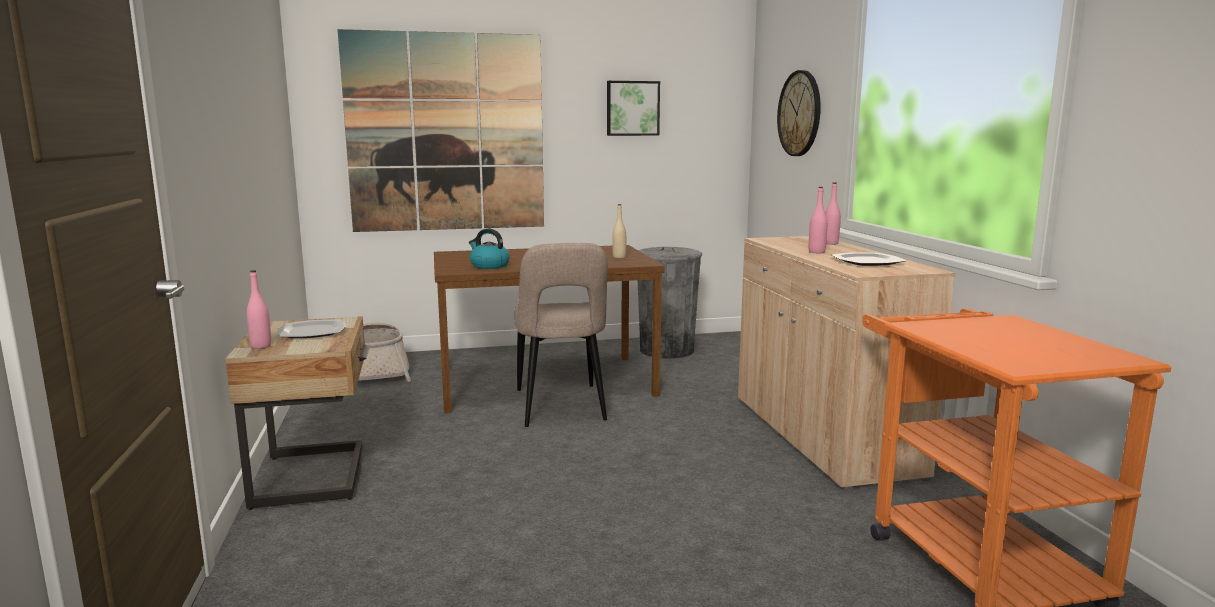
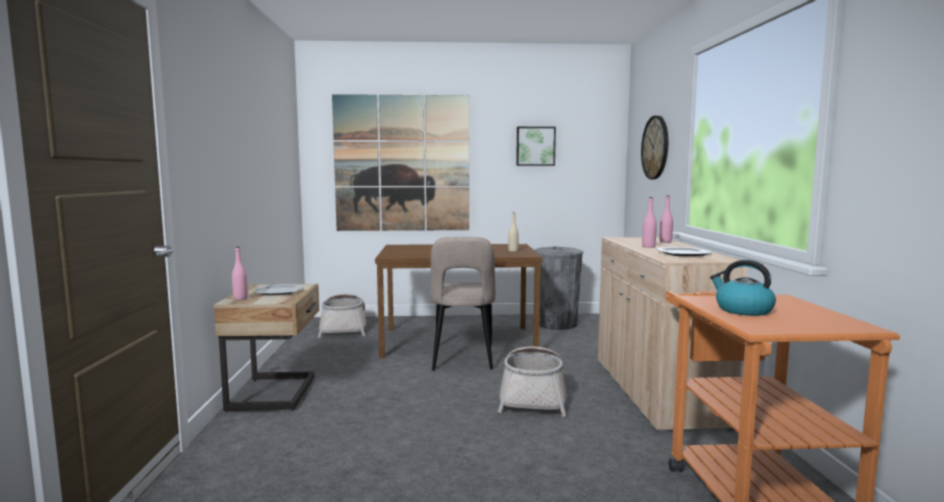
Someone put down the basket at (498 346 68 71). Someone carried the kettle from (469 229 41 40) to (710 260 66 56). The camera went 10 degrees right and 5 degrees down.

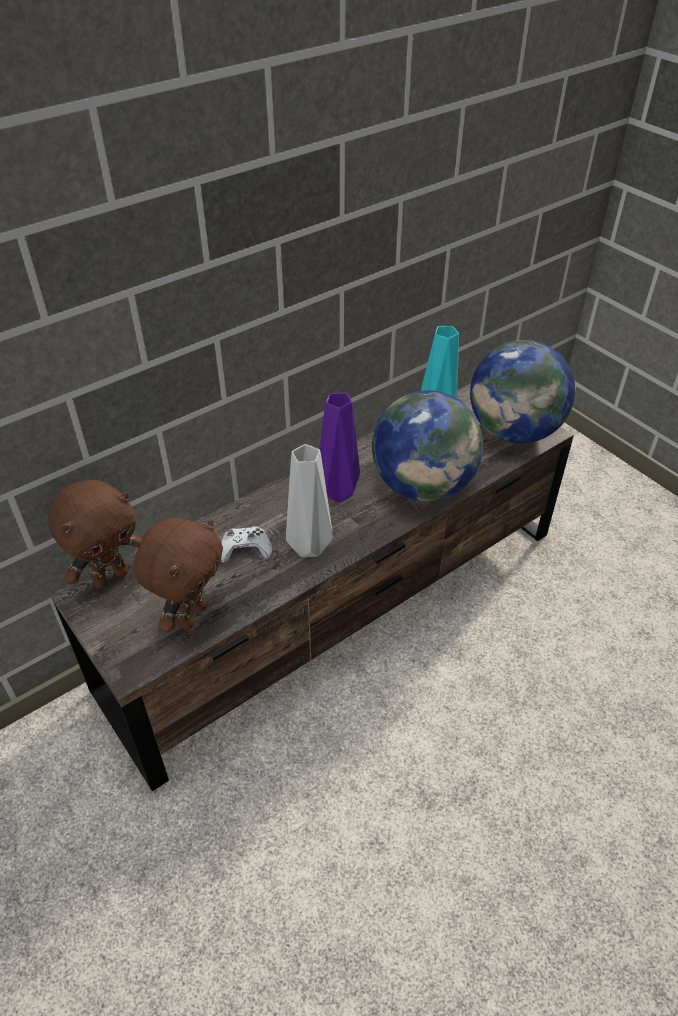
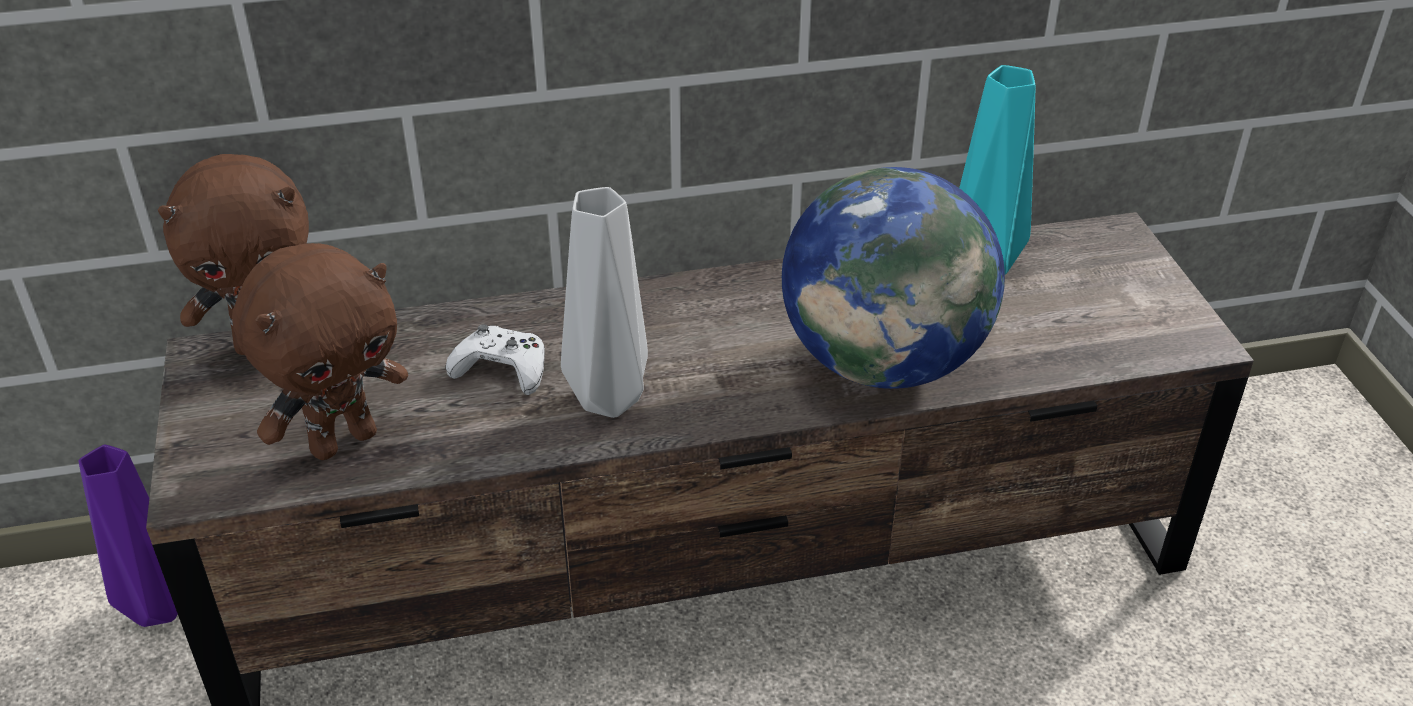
Someone carried the purple vase from (319 393 41 110) to (79 445 99 182). Someone took away the globe at (470 340 105 104). The camera went 25 degrees right and 5 degrees down.

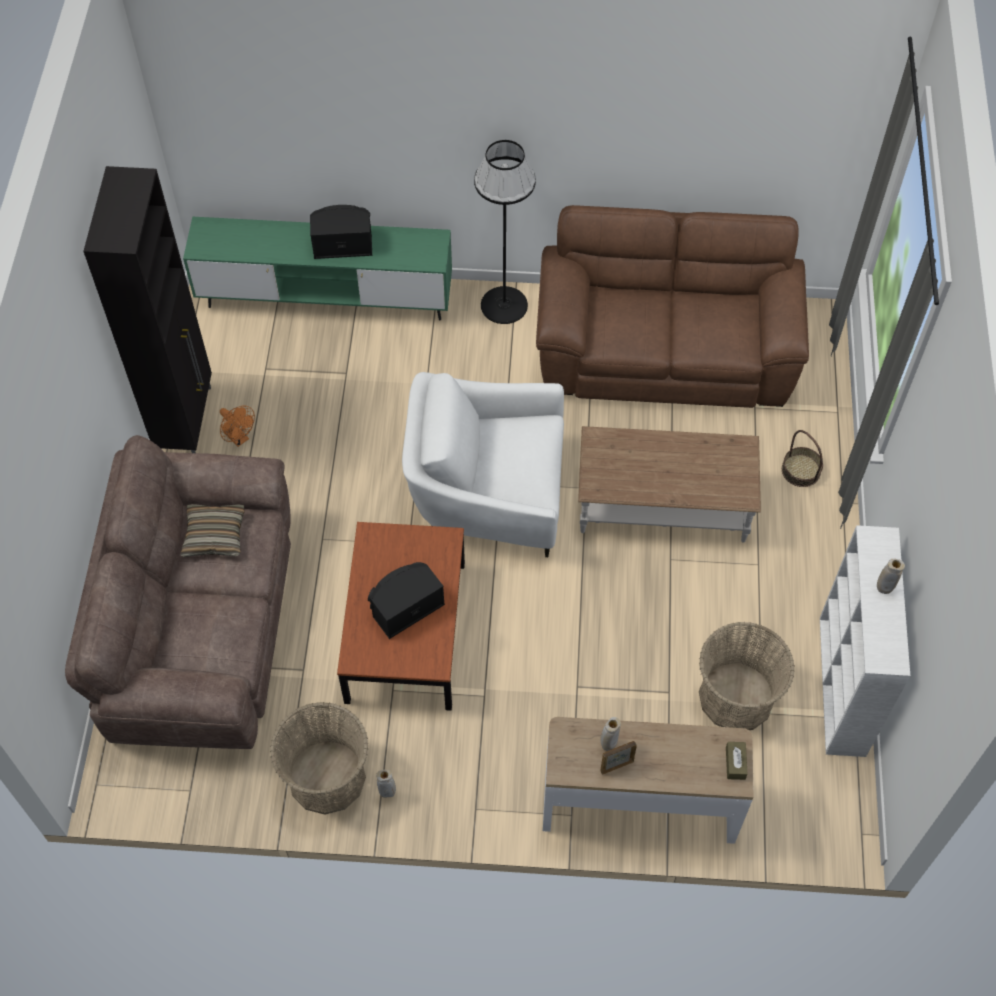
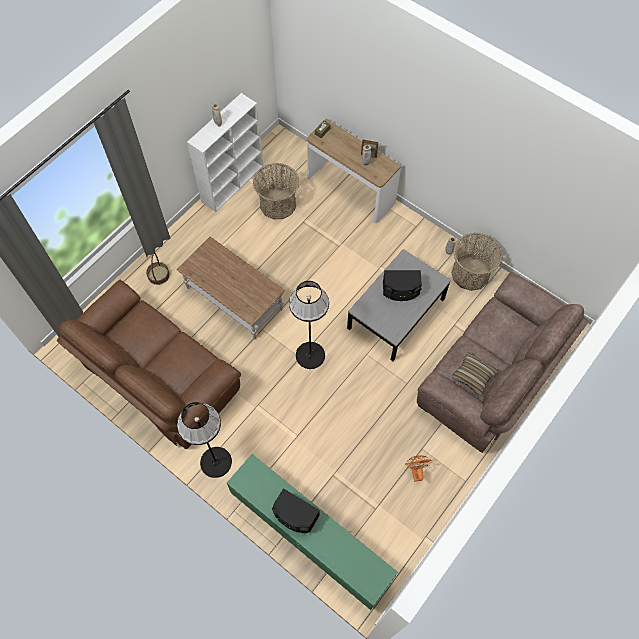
Someone swapped the white armchair at (402 372 162 185) for the black floor lamp at (289 281 40 88). Someone repainted the brown coffee table at (337 522 128 189), which became the grey coffee table at (347 249 104 112). Someone took away the black cabinet at (83 166 129 287). The camera went 145 degrees left and 5 degrees up.

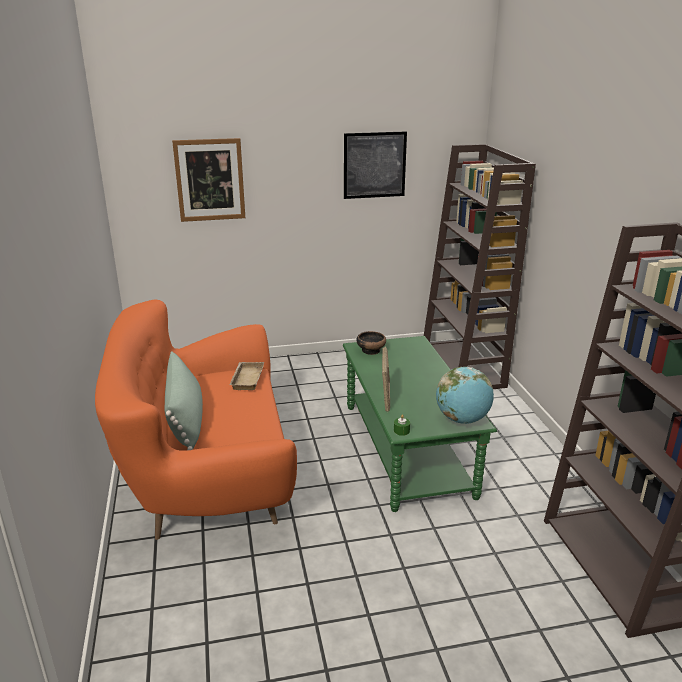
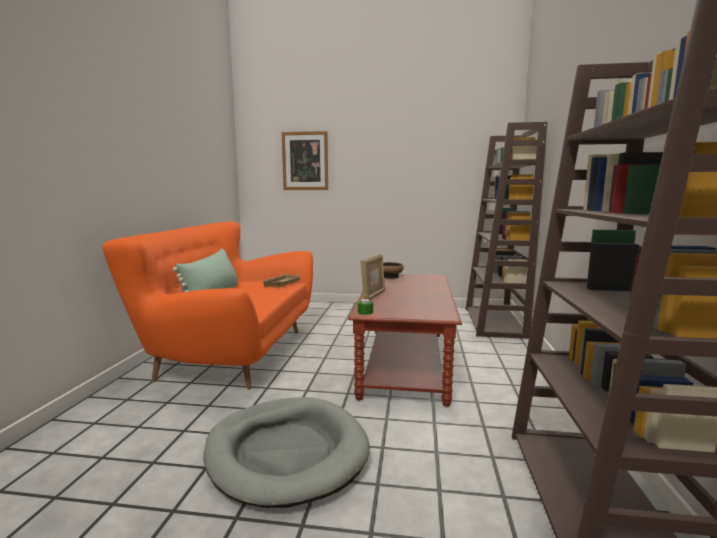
Someone put down the grey dog bed at (204 397 166 111). Someone repainted the green coffee table at (343 336 154 176), which became the brown coffee table at (348 274 114 133). Someone took away the picture at (344 131 63 68). Someone took away the globe at (436 367 58 57). The camera went 20 degrees right and 15 degrees down.

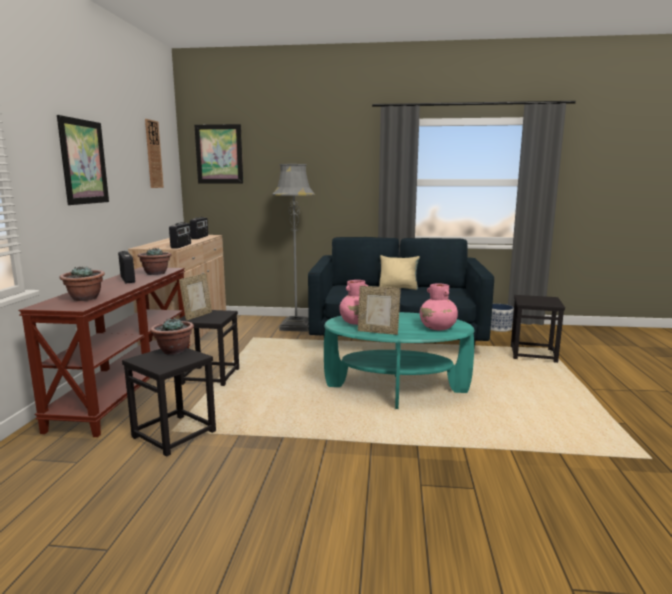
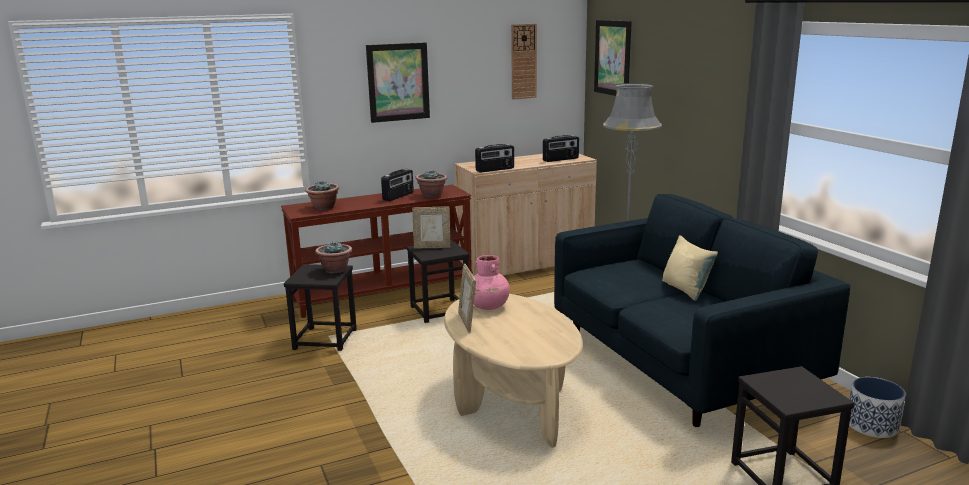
Someone repainted the turquoise coffee table at (324 312 151 97), which became the beige coffee table at (444 294 139 154). Someone took away the pink vase at (420 283 38 47). The camera went 60 degrees right and 5 degrees up.

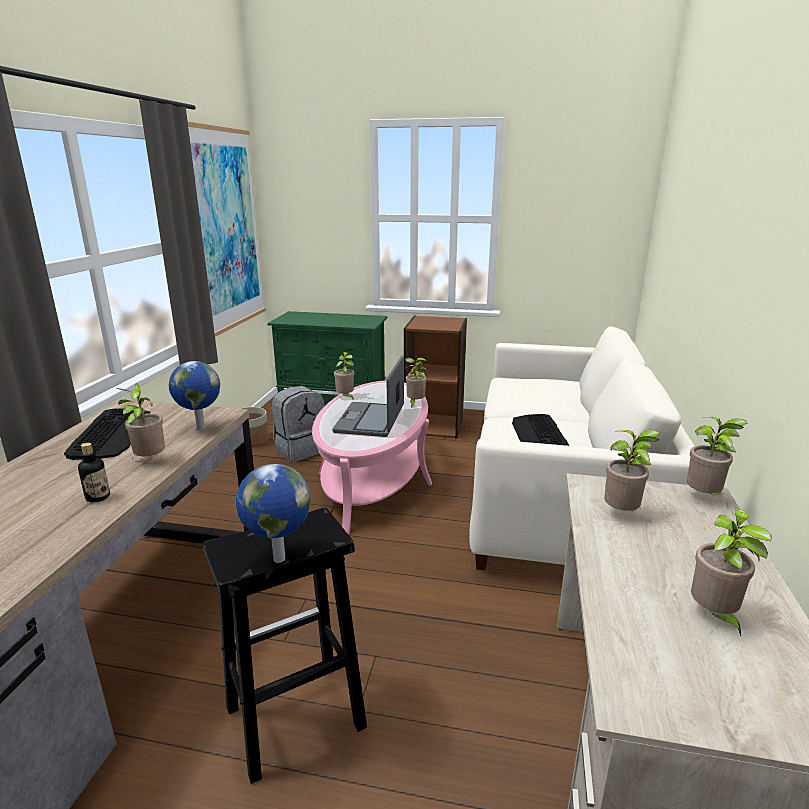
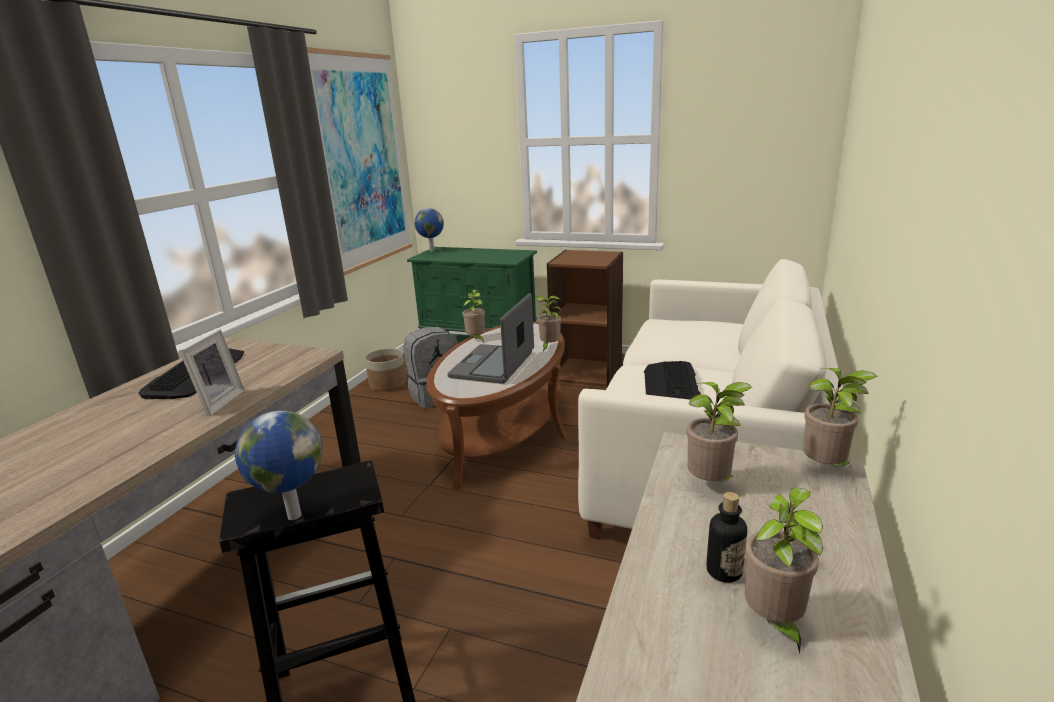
Someone swapped the potted plant at (117 383 48 74) for the picture frame at (179 329 66 87). Someone carried the globe from (169 361 51 69) to (414 208 30 44). Someone repainted the pink coffee table at (312 381 120 154), which became the brown coffee table at (426 322 141 168). Someone carried the bottle from (78 443 32 59) to (706 492 41 91). The camera went 10 degrees right and 0 degrees up.

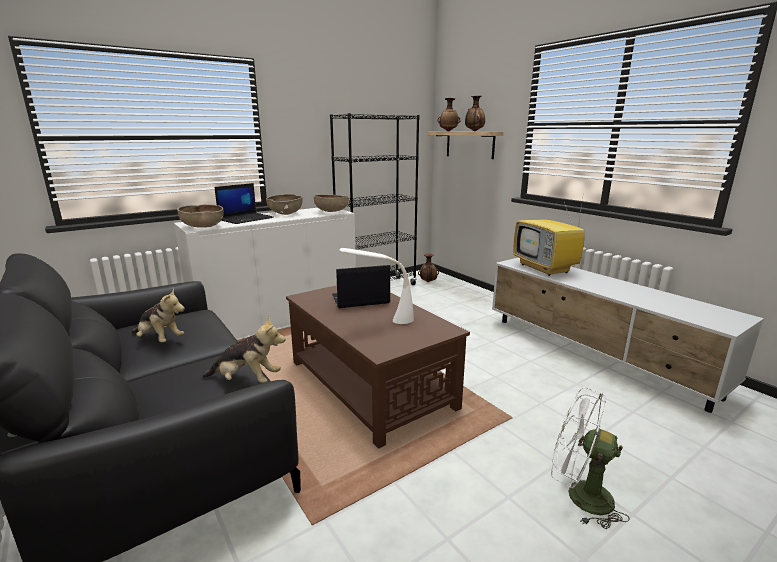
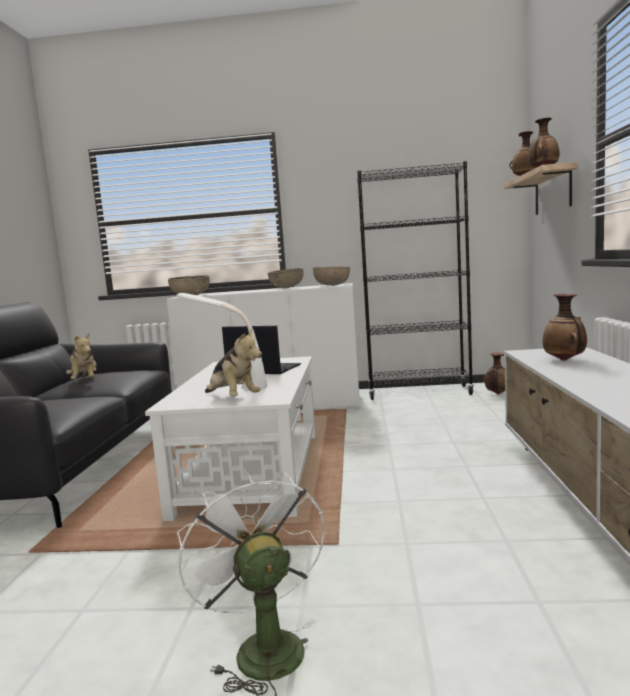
Someone repainted the brown coffee table at (286 285 184 164), which became the white coffee table at (145 356 171 165). Someone carried the plush toy from (203 316 82 67) to (205 328 57 68). Someone swapped the television at (513 192 72 84) for the vase at (542 294 45 67). Someone took away the laptop at (214 183 60 41). The camera went 40 degrees right and 10 degrees down.

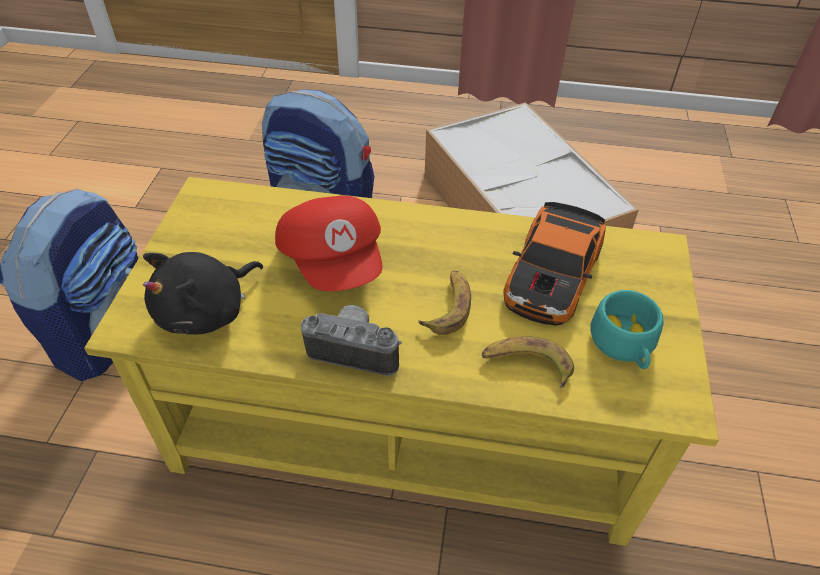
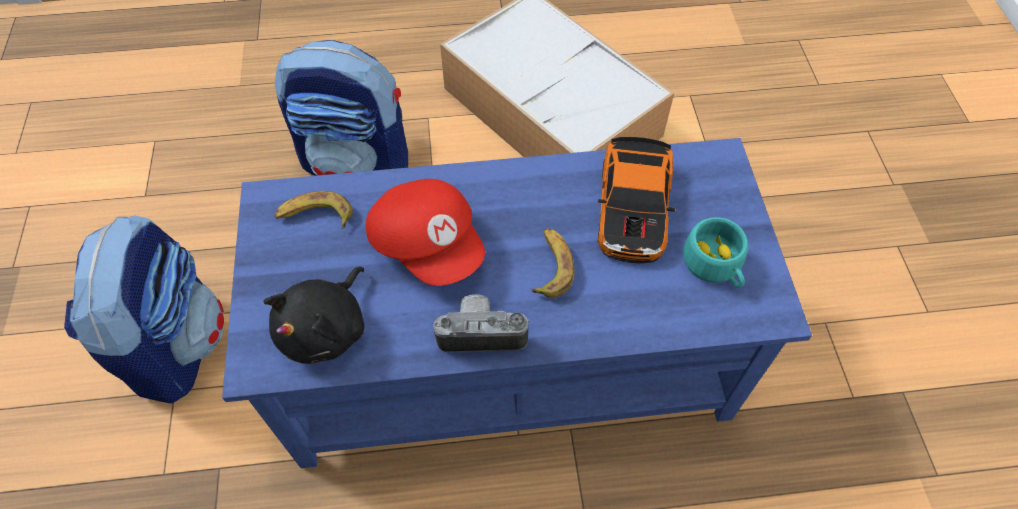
Someone repainted the yellow coffee table at (84 177 635 369), which became the blue coffee table at (222 138 590 330). Someone carried the banana from (482 336 92 52) to (275 191 78 38). The camera went 15 degrees left and 10 degrees up.

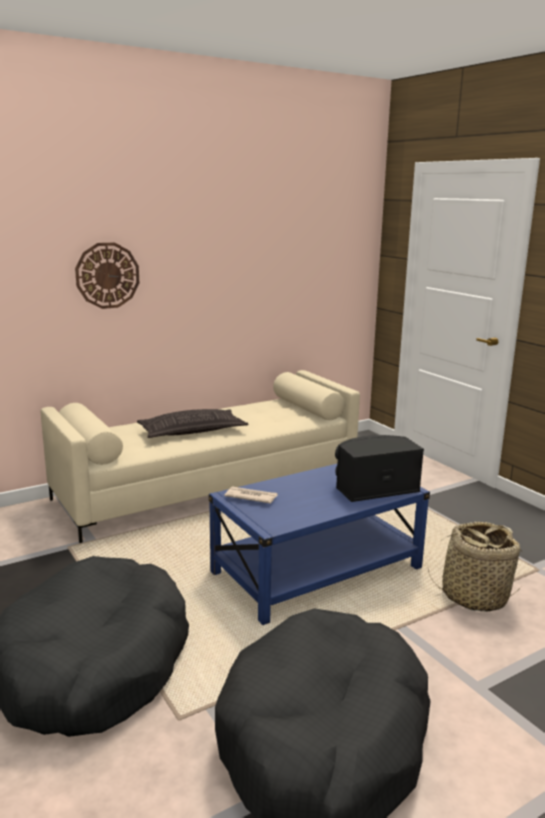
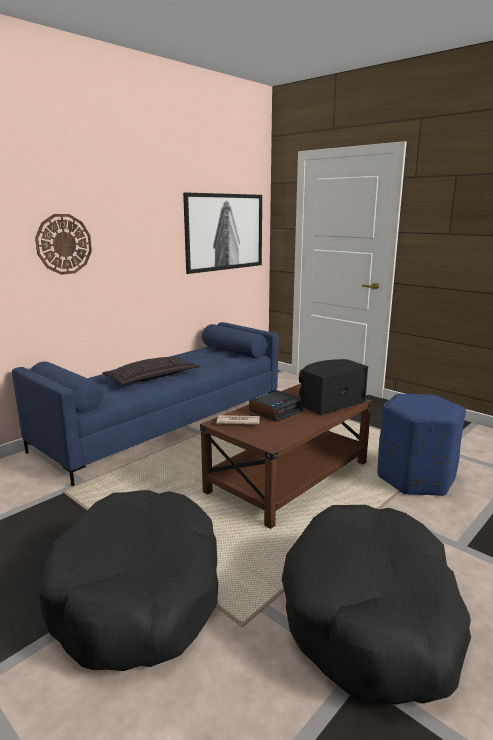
Someone repainted the beige sofa at (41 370 319 173), which became the blue sofa at (12 322 267 164). Someone put up the picture at (183 192 79 82). Someone repainted the blue coffee table at (209 463 221 162), which became the brown coffee table at (200 383 172 146). Someone put down the alarm clock at (249 391 54 31). Someone swapped the basket at (427 522 96 90) for the blue ottoman at (378 394 88 102). The camera went 15 degrees left and 0 degrees up.

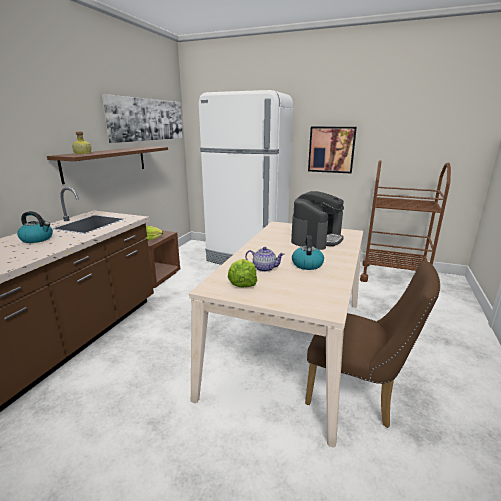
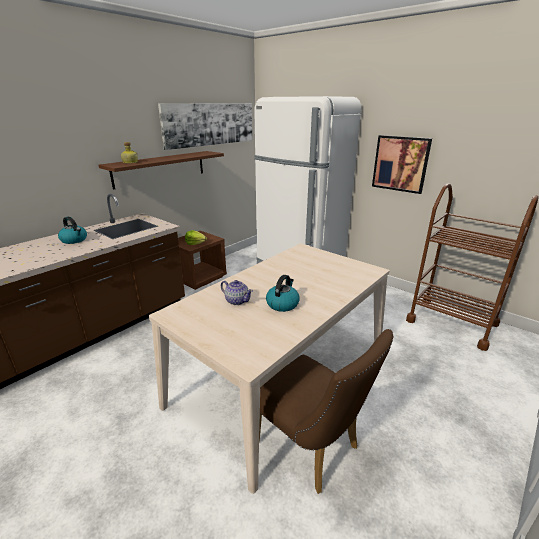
Someone took away the lettuce at (228 259 29 28). Someone took away the coffee machine at (291 191 53 59). The camera went 20 degrees right and 5 degrees up.

